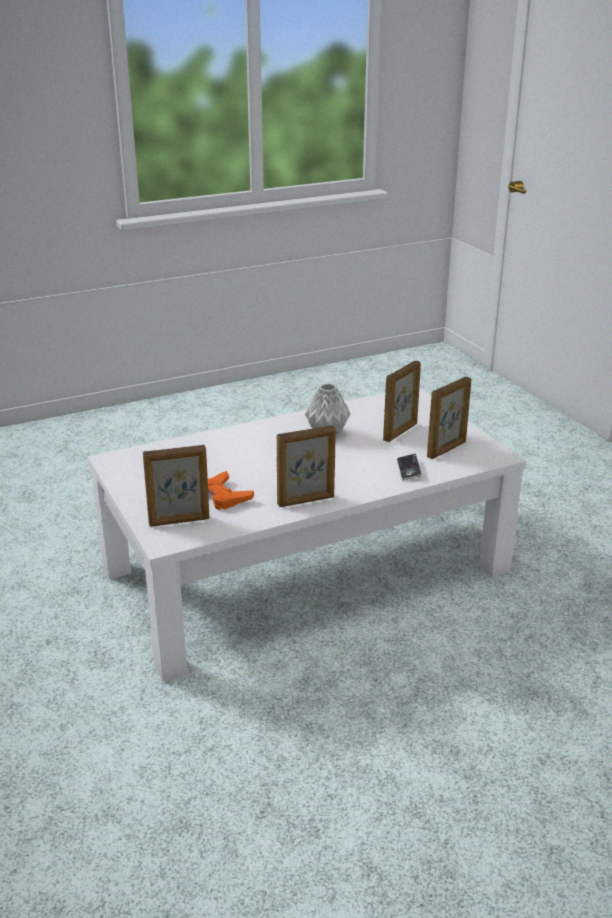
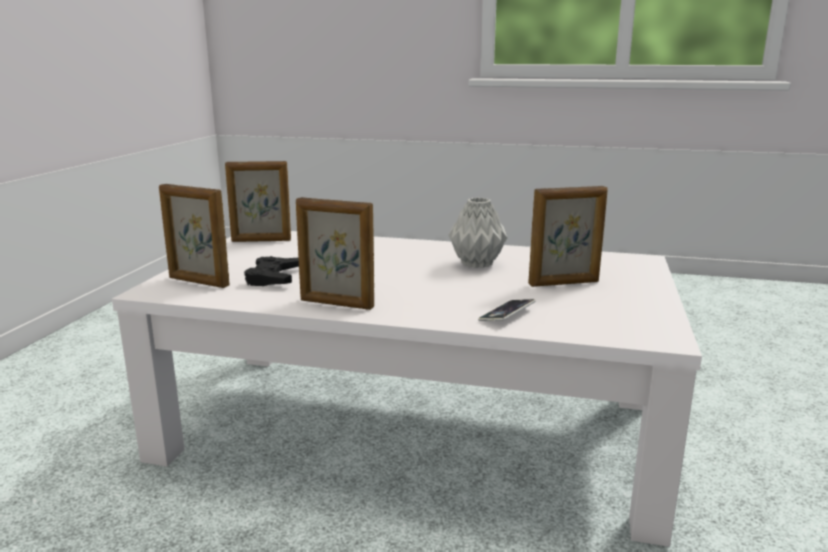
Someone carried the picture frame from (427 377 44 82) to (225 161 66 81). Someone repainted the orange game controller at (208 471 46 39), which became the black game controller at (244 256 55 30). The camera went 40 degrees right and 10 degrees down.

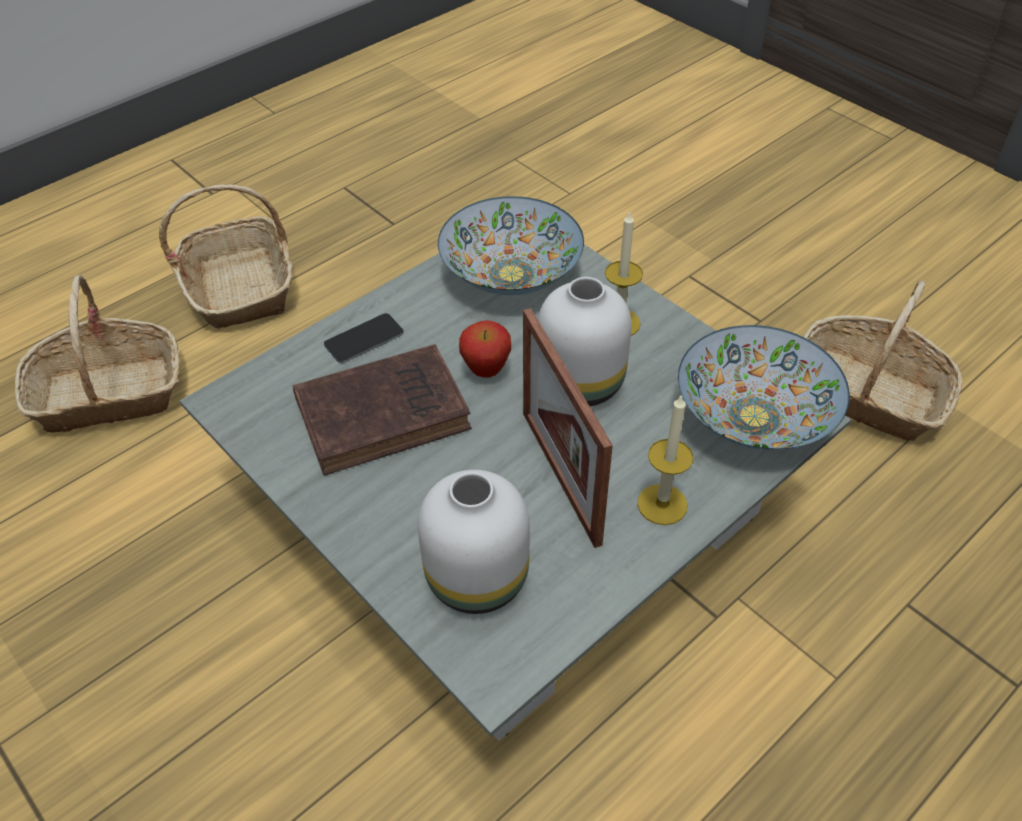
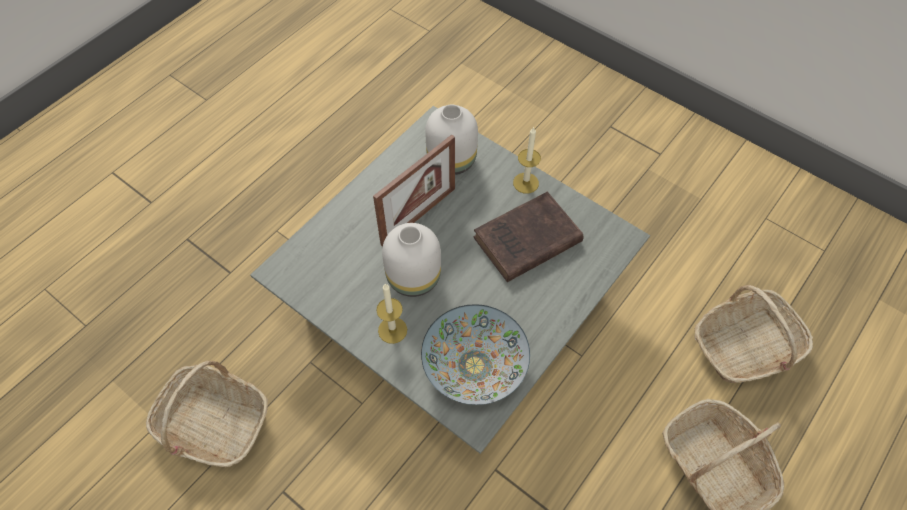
Someone rotated the picture frame at (523 308 90 240) by 75 degrees clockwise. Someone carried the candle from (637 394 56 131) to (513 127 28 67). Someone took away the phone at (324 313 80 50). Someone took away the apple at (459 320 52 57). Someone took away the bowl at (678 325 172 125). The camera went 170 degrees right and 10 degrees up.

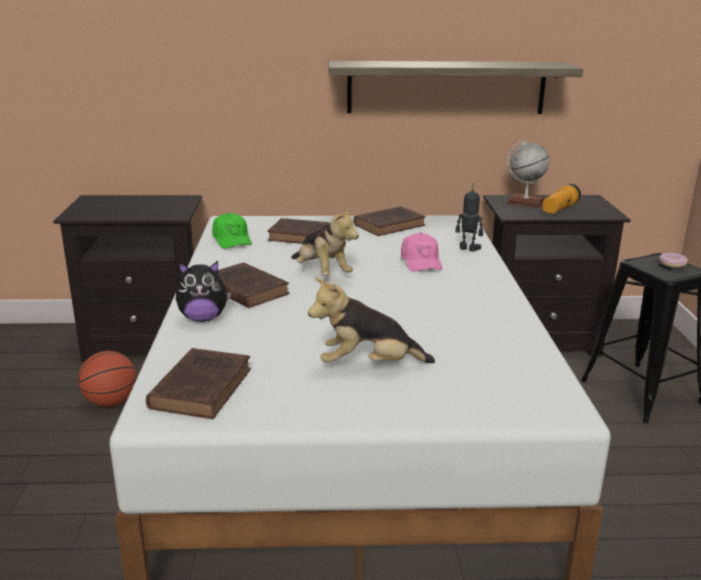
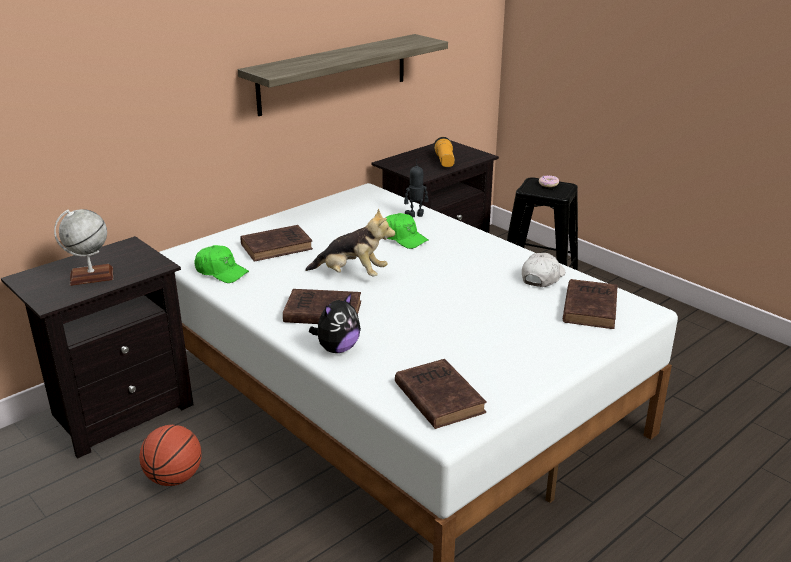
Someone carried the globe from (506 140 43 68) to (54 209 59 77). Someone repainted the pink cap at (401 233 41 38), which became the green cap at (386 213 43 36). Someone put down the white cap at (522 253 44 34). Someone carried the brown book from (354 206 72 30) to (563 279 55 50). Someone took away the plush toy at (308 278 127 85). The camera went 40 degrees left and 5 degrees up.

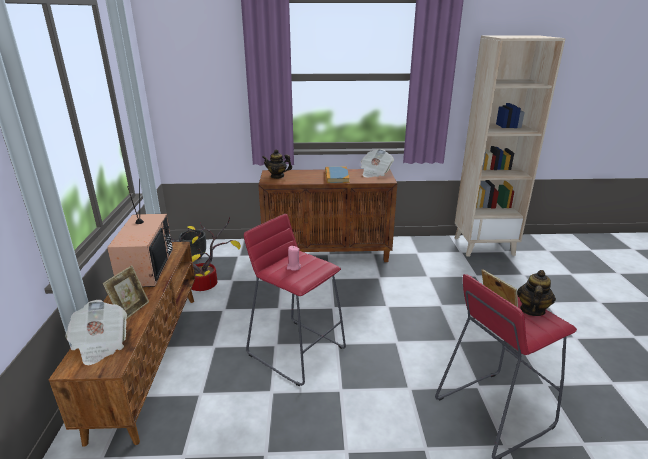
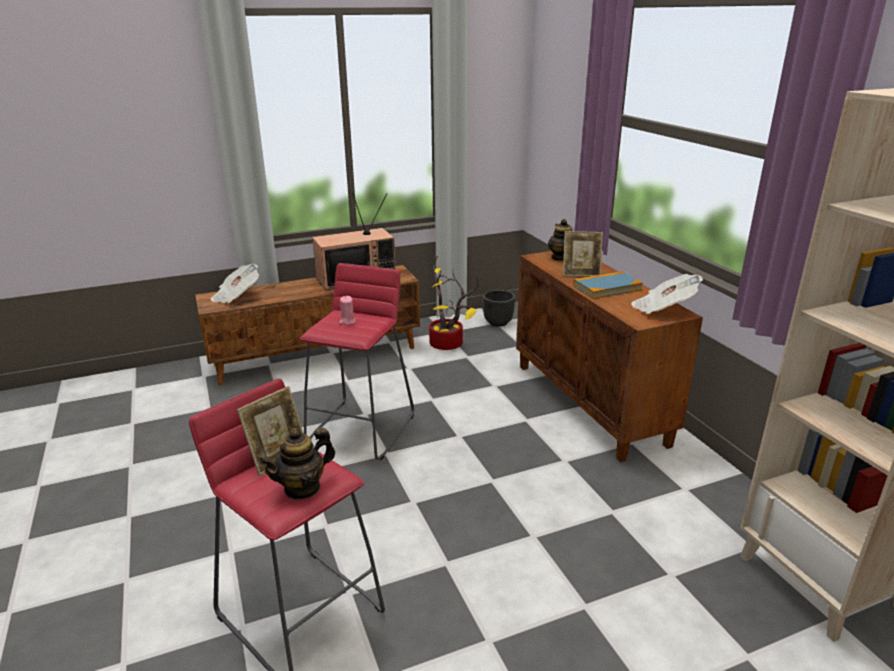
Someone rotated the teapot at (517 270 39 46) by 135 degrees clockwise. Someone carried the picture frame from (103 265 46 54) to (563 231 40 45). The camera went 70 degrees right and 0 degrees up.

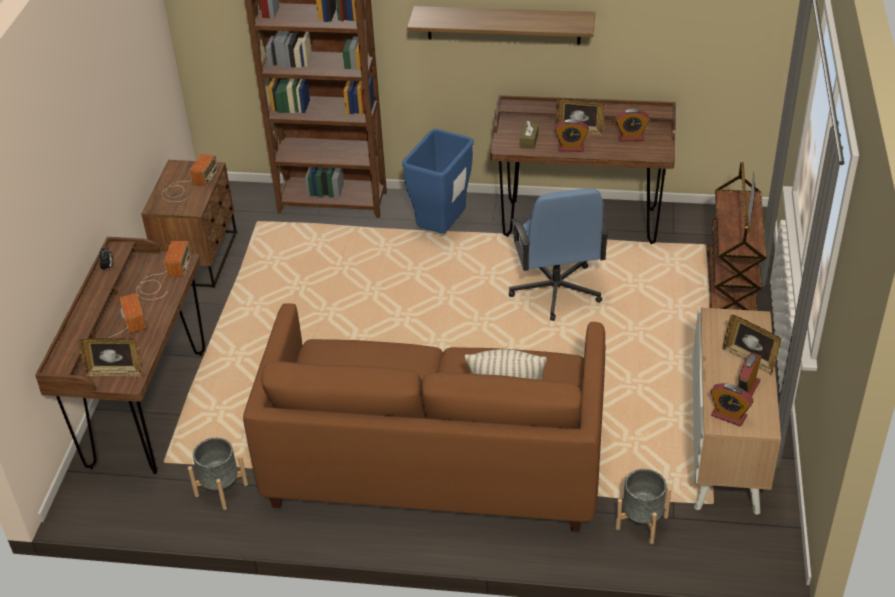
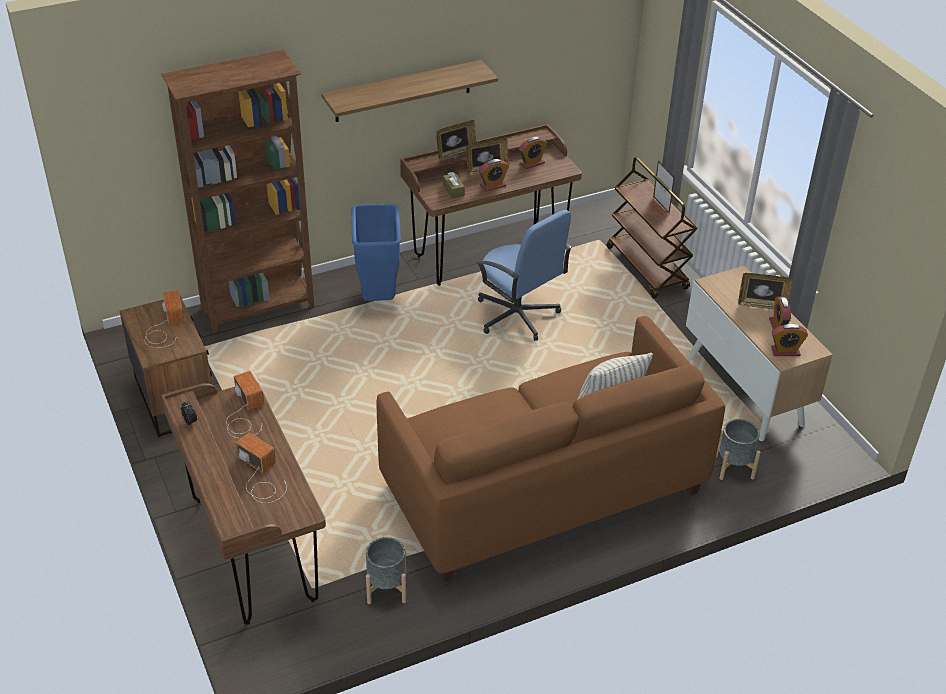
Someone carried the picture frame from (78 338 64 39) to (436 120 40 41). The camera went 35 degrees left and 0 degrees up.

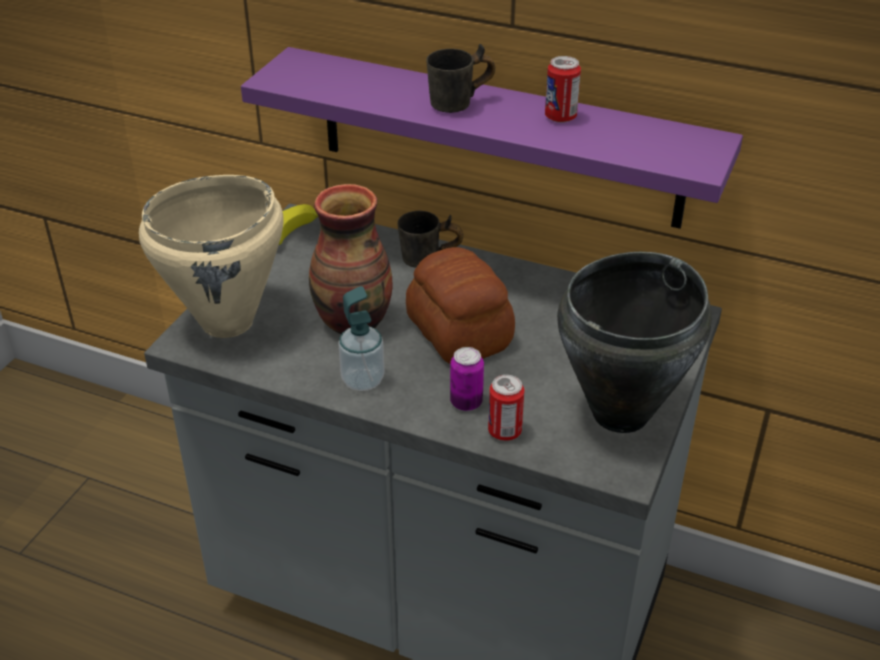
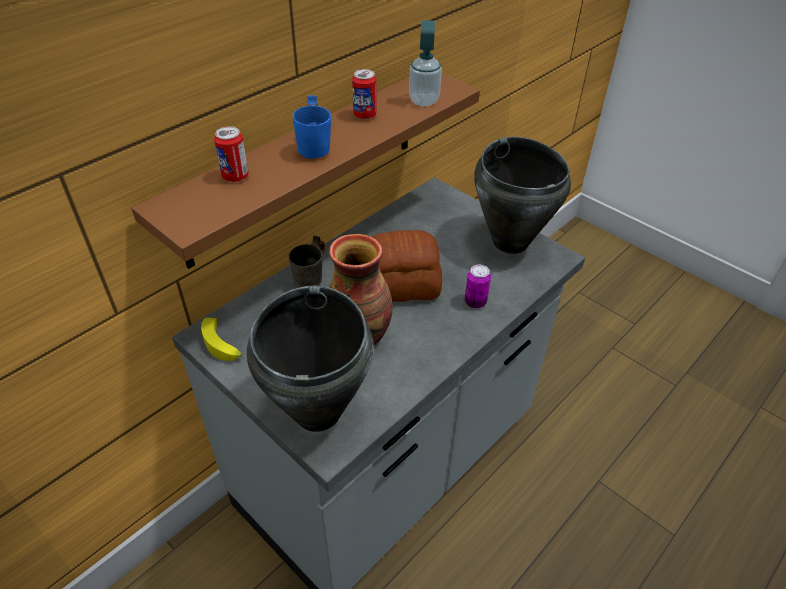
Someone repainted the purple shelf at (241 47 502 182), which became the brown shelf at (131 74 349 195). Someone carried the can from (488 375 36 66) to (214 126 35 56). Someone repainted the beige cooking pot at (139 175 145 163), which became the black cooking pot at (247 286 126 146). Someone repainted the grey mug at (426 44 69 69), which became the blue mug at (293 95 38 64). Someone carried the soap dispenser from (338 286 47 105) to (409 20 33 86). The camera went 70 degrees left and 5 degrees up.

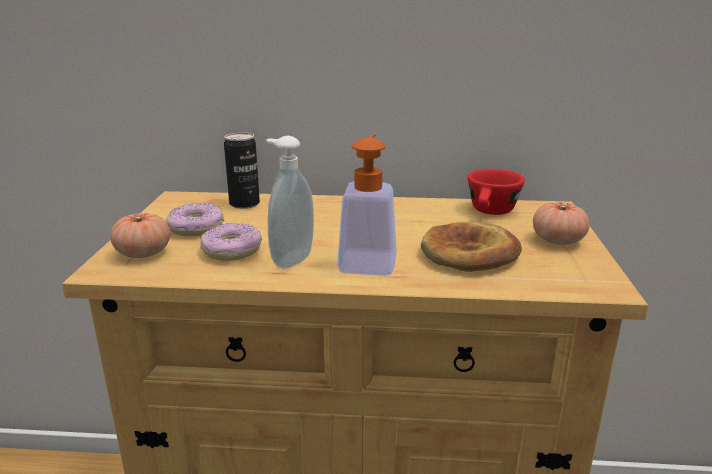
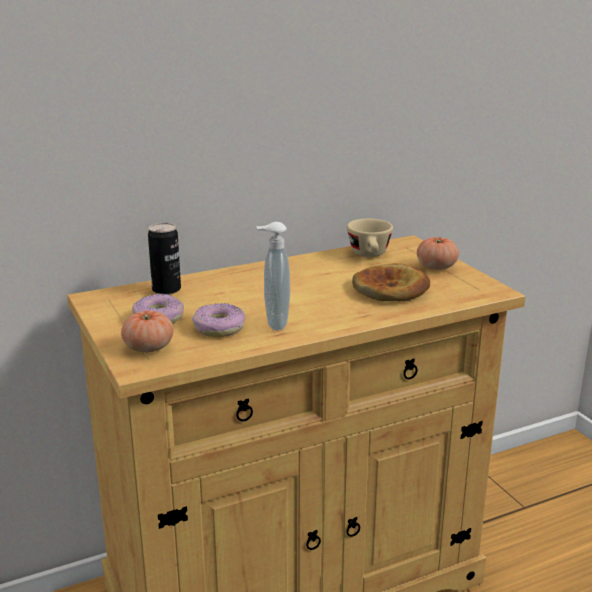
Someone repainted the red cup at (468 169 57 46), which became the beige cup at (347 218 46 39). Someone took away the soap dispenser at (337 133 60 143). The camera went 30 degrees left and 0 degrees up.

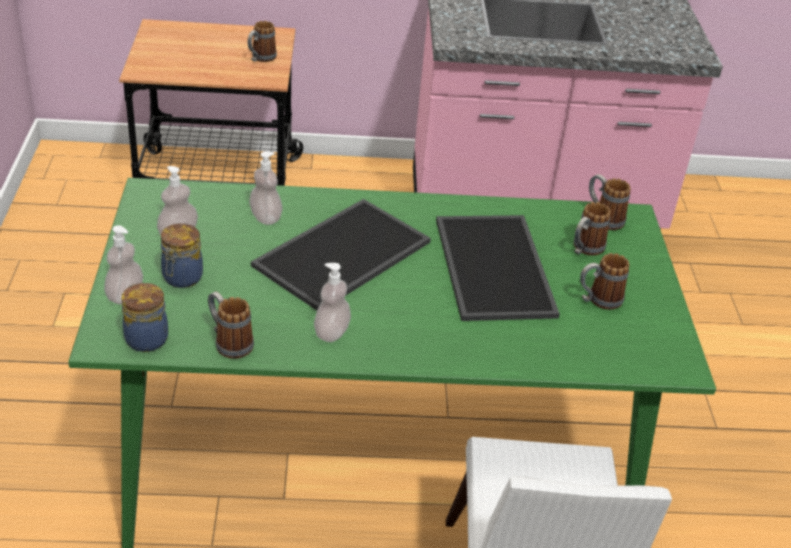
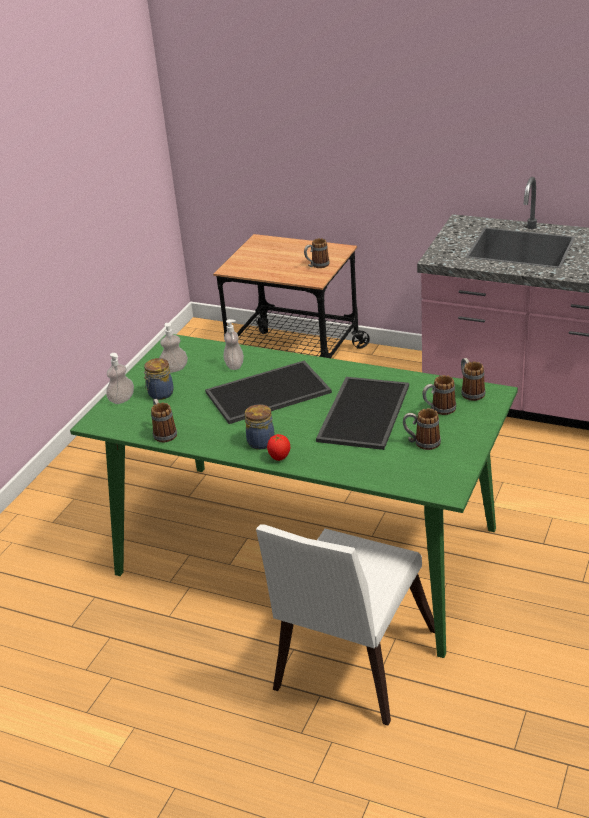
Someone carried the jar from (122 283 46 69) to (245 404 30 46). Someone put down the tomato at (267 434 23 27). Someone took away the soap dispenser at (314 263 37 79). The camera went 30 degrees right and 5 degrees down.

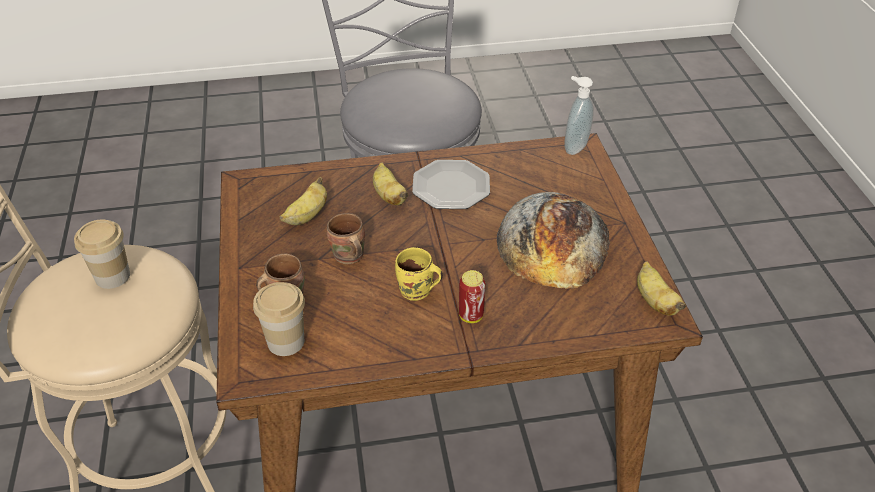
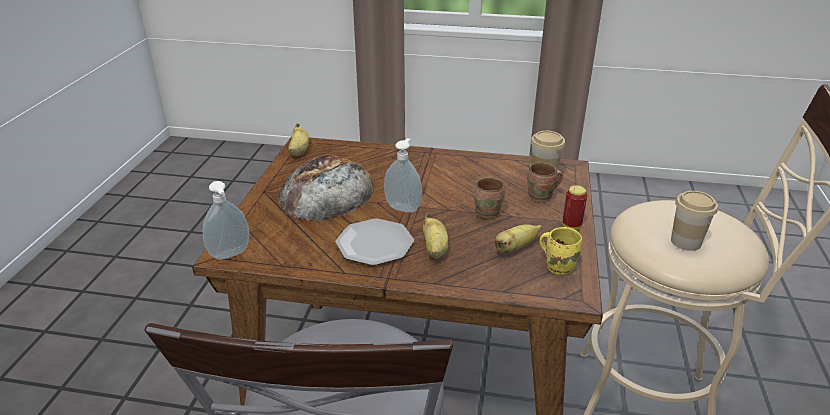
Someone put down the soap dispenser at (384 138 38 75). Someone carried the yellow mug from (395 247 48 54) to (540 227 42 48). Someone carried the can from (459 270 26 53) to (563 185 24 45). The camera went 160 degrees left and 10 degrees down.

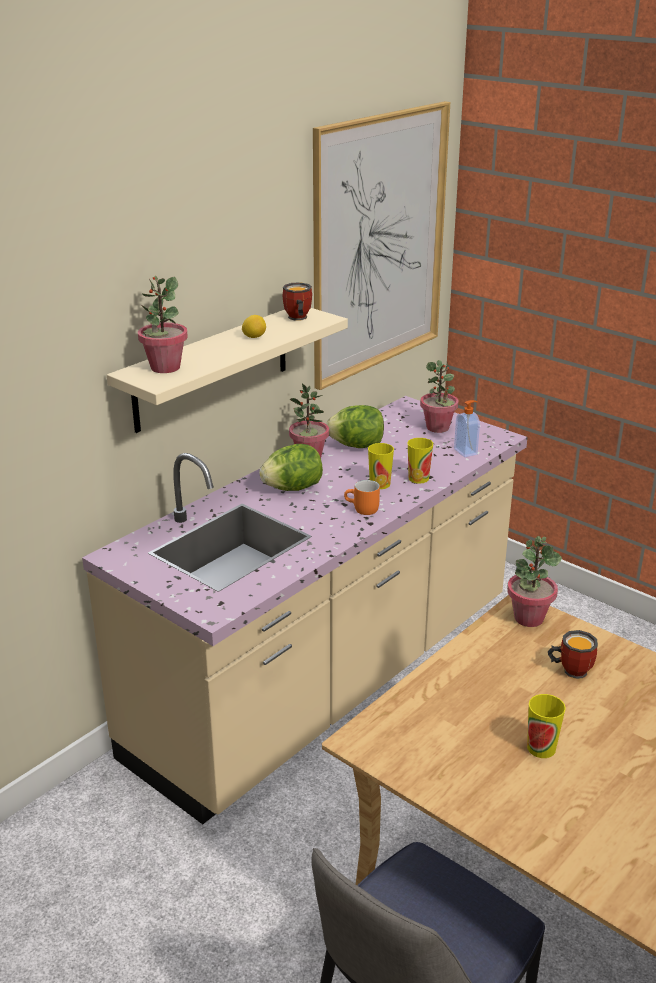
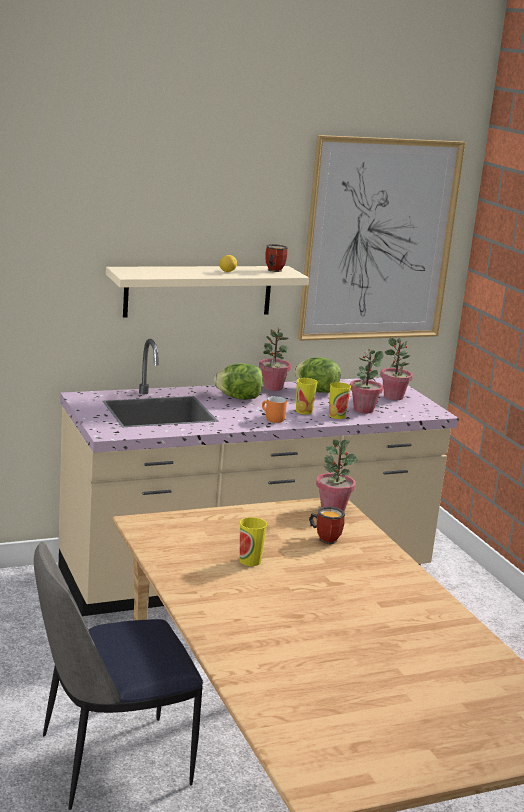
Someone carried the potted plant from (138 276 50 97) to (350 348 33 65). Someone took away the soap dispenser at (454 400 26 57). The camera went 25 degrees right and 10 degrees down.

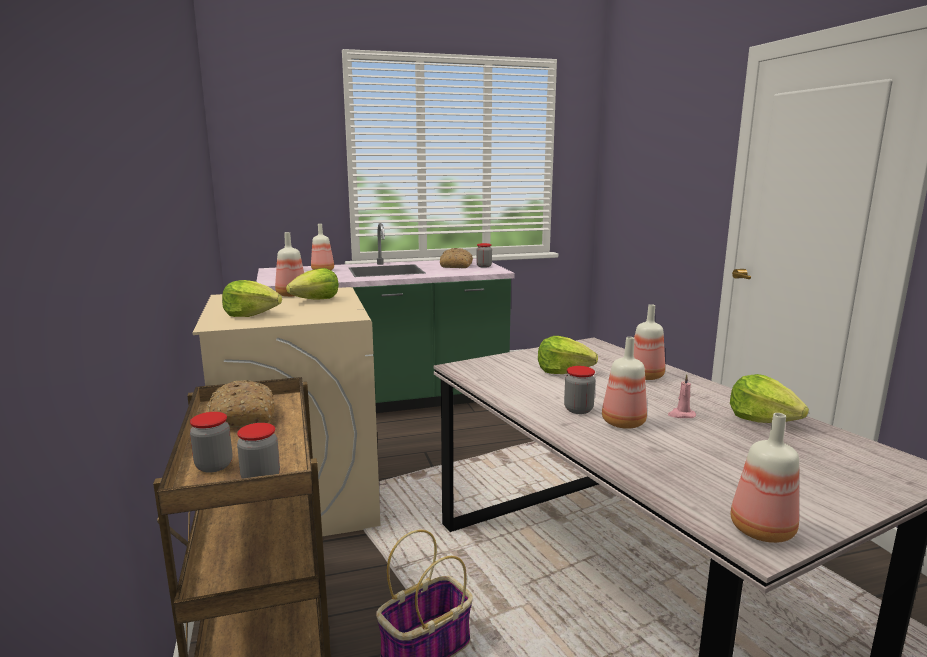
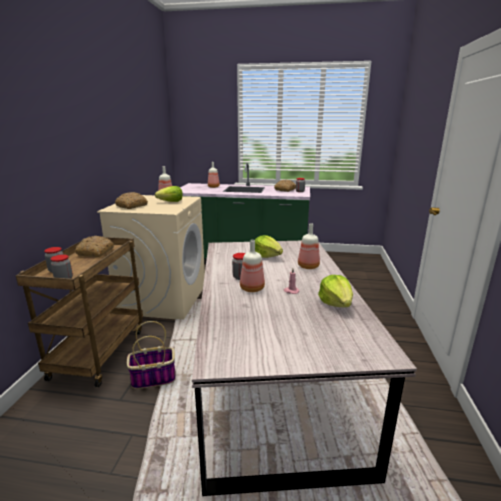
Someone swapped the lettuce at (222 280 60 37) for the bread at (115 192 33 17). Someone took away the bottle at (731 413 68 130). The camera went 25 degrees right and 5 degrees up.

